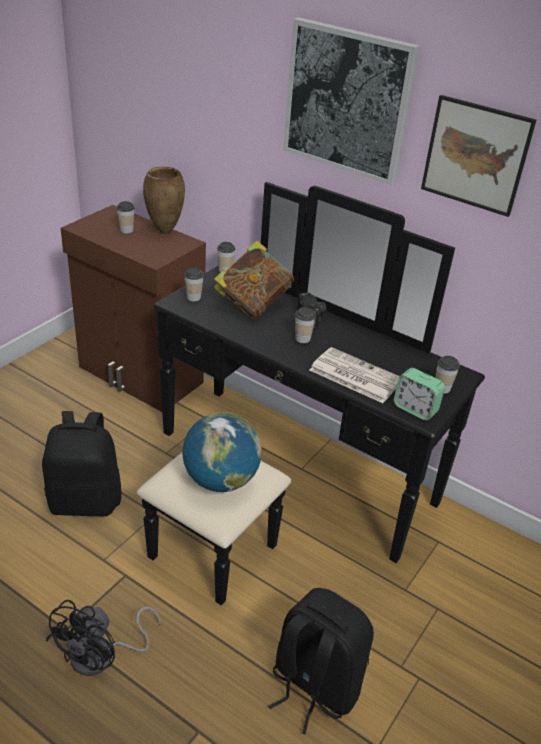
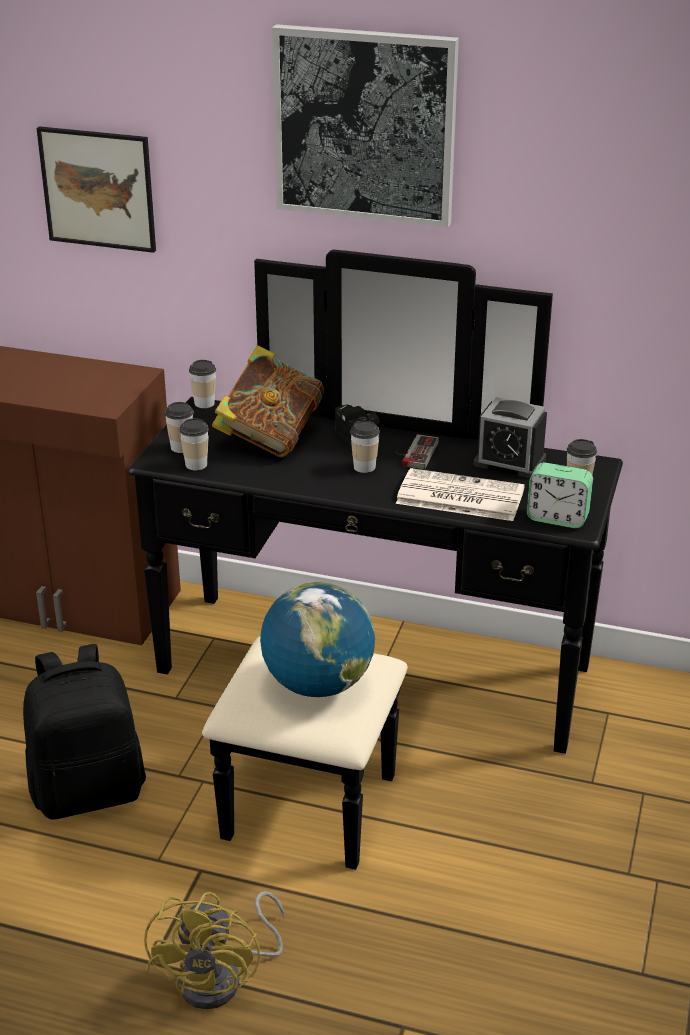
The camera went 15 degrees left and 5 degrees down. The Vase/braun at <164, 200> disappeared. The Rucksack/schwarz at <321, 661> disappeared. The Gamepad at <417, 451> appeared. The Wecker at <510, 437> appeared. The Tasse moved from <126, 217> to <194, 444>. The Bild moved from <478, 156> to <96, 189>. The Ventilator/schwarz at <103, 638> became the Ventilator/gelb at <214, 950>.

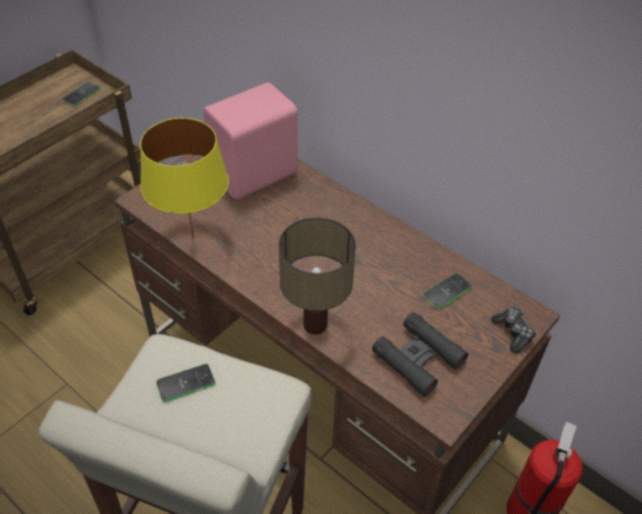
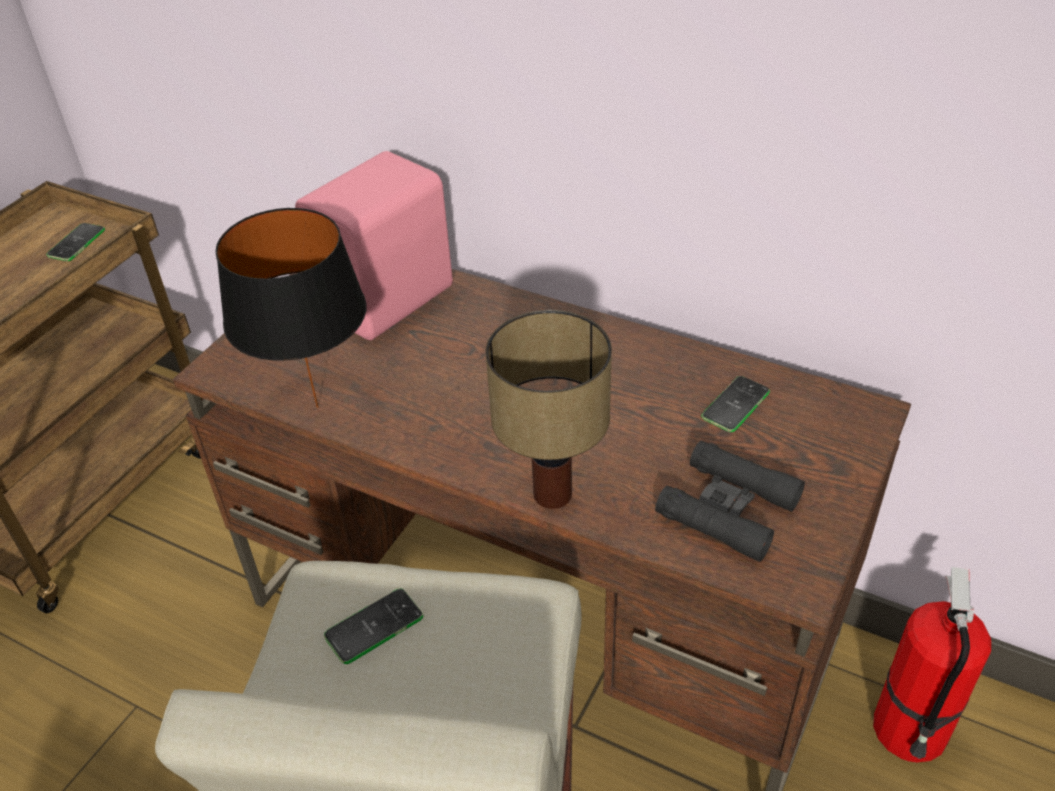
The camera went 10 degrees left and 5 degrees down. The Gamepad at <514, 330> disappeared. The Tischlampe/gelb at <184, 178> became the Tischlampe/schwarz at <291, 308>.

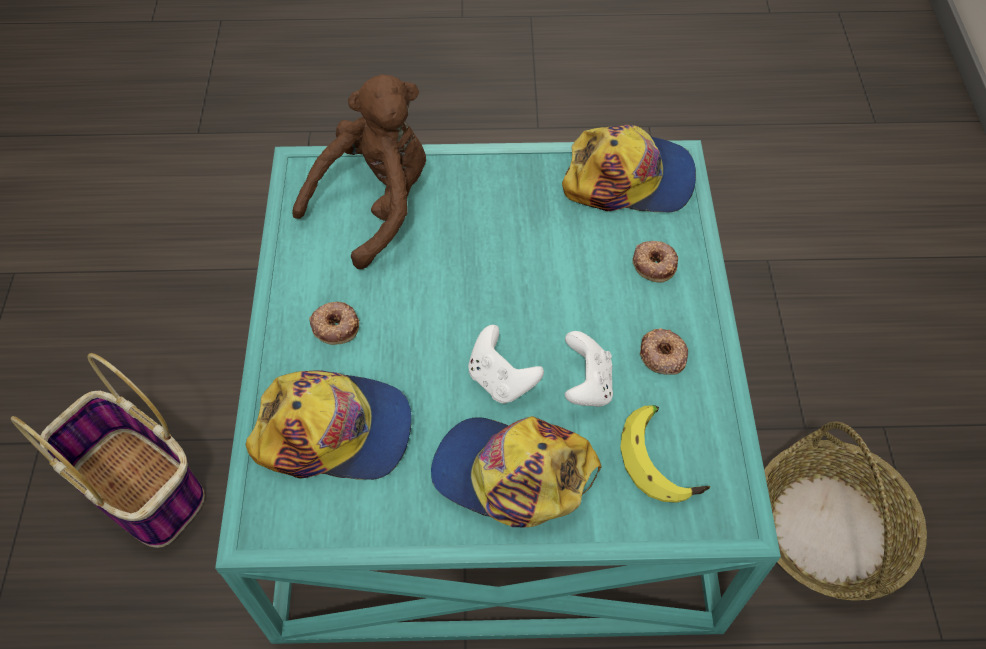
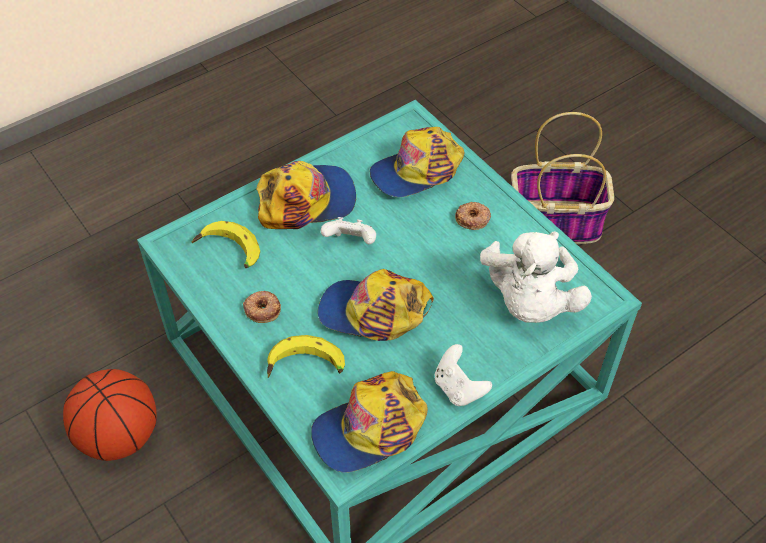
The camera went 145 degrees right and 5 degrees down. The Kappe at <376, 305> appeared. The Gamepad/weiß moved from <589, 369> to <463, 375>. The Donut at <655, 262> was replaced by the Banane at <306, 356>. The Korb at <845, 511> was replaced by the Basketball at <110, 415>. The Plüschtier/braun at <359, 171> became the Plüschtier/weiß at <536, 277>.

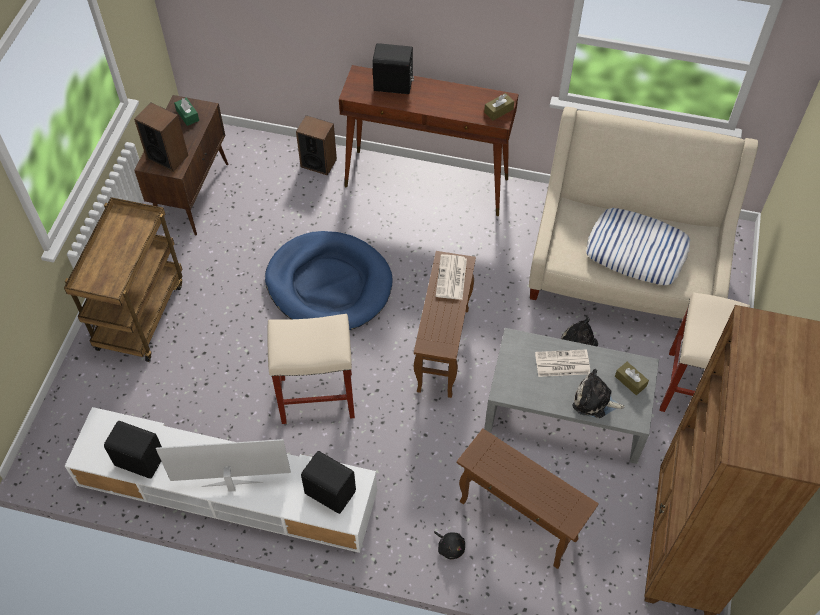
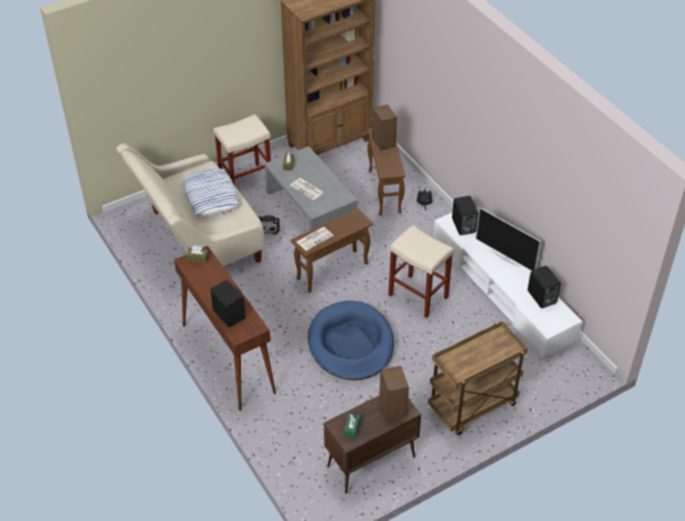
The camera went 135 degrees left and 10 degrees down. The Plüschtier at <599, 393> disappeared. The Lautsprecher moved from <316, 145> to <384, 127>.

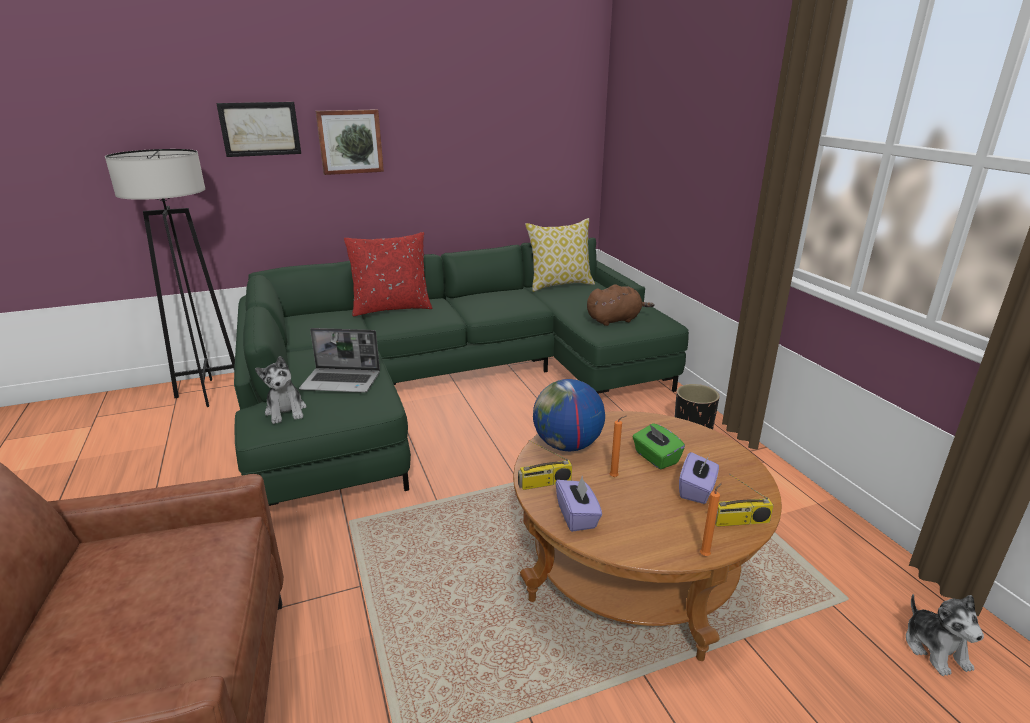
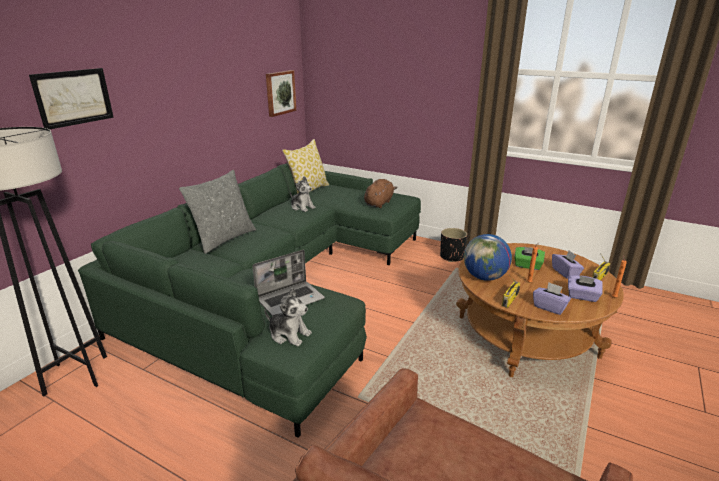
The camera went 40 degrees left and 0 degrees up. The Taschentuchbox/lila at <585, 288> appeared. The Bild moved from <350, 142> to <281, 93>. The Plüschtier moved from <945, 635> to <302, 194>. The Kissen/rot at <388, 274> became the Kissen/grau at <217, 212>.

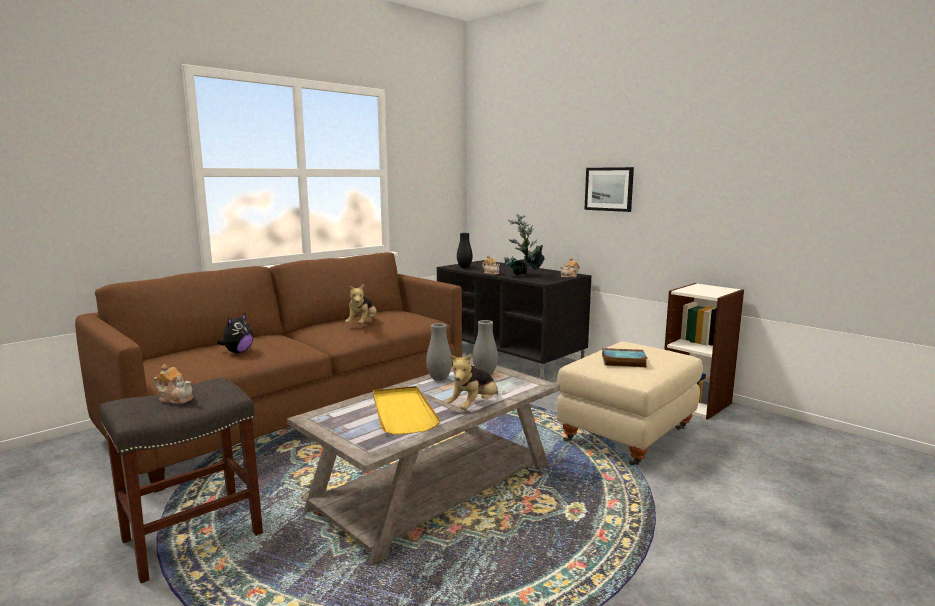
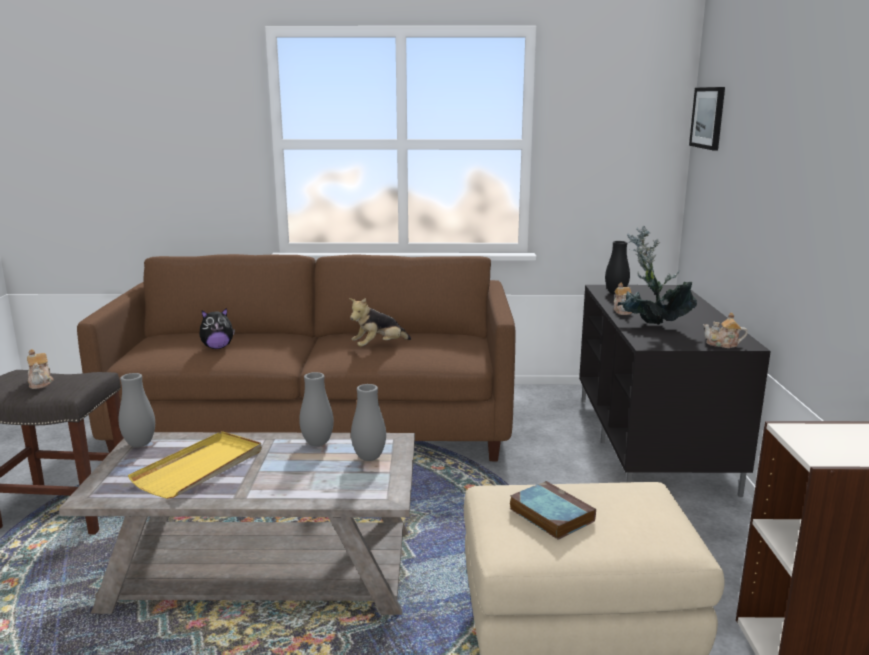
The camera went 45 degrees right and 5 degrees up. The Plüschtier at <472, 382> disappeared. The Vase/grau at <137, 410> appeared. The Bild moved from <609, 189> to <707, 118>.

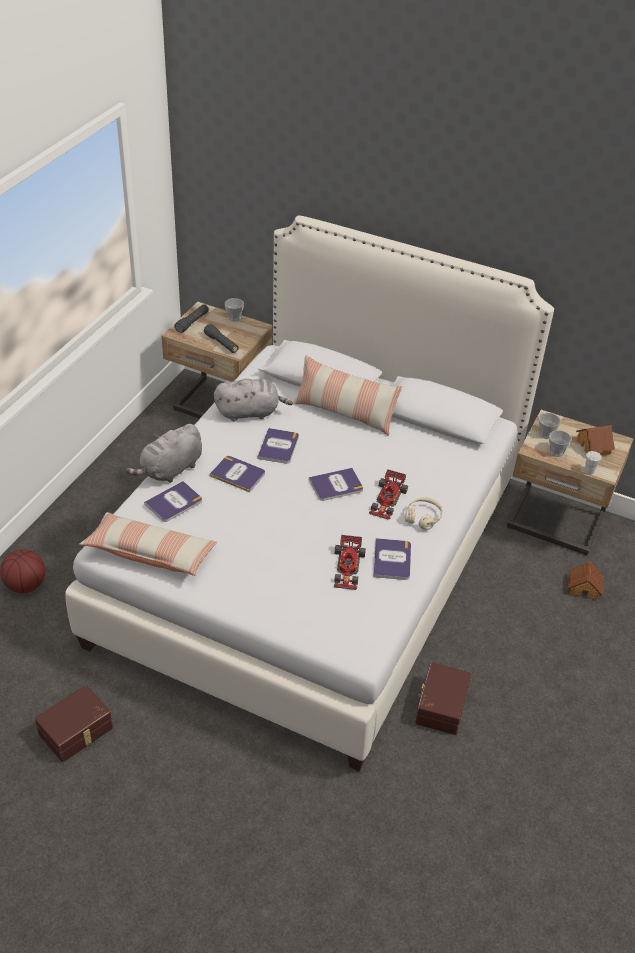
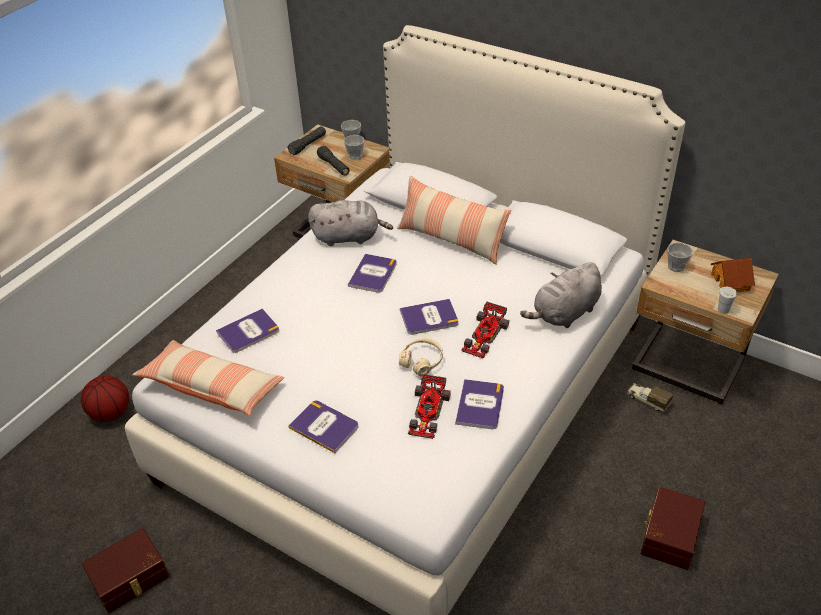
The camera went 10 degrees right and 0 degrees up. The Spielzeughaus at <586, 580> disappeared. The Spielzeuglaster at <650, 397> appeared. The Plüschtier/grau moved from <164, 453> to <561, 295>. The Buch moved from <237, 474> to <323, 427>. The Kopfhörer/beige moved from <423, 513> to <421, 357>. The Aufbewahrungsbox/braun moved from <443, 698> to <672, 528>. The Tasse moved from <560, 443> to <354, 147>.

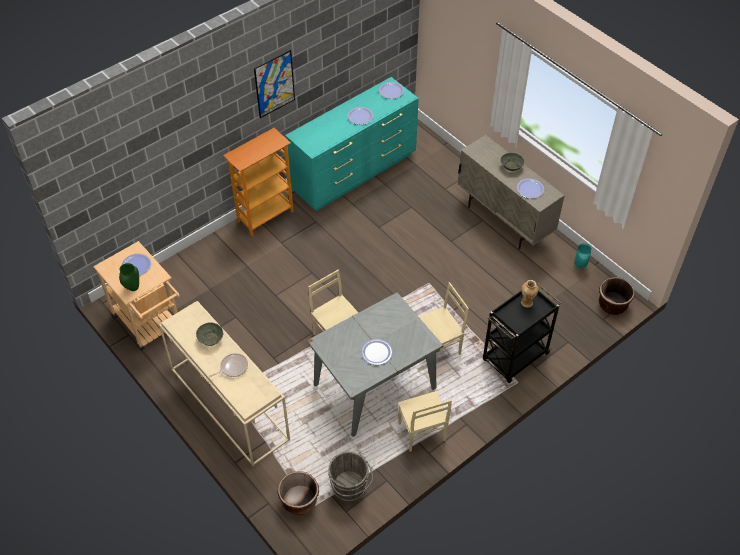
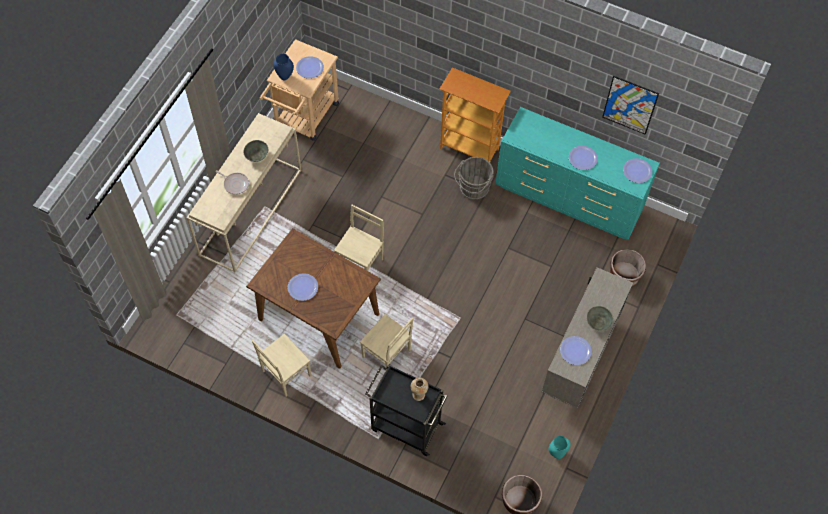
The camera went 65 degrees right and 10 degrees up. The Bild moved from <274, 84> to <630, 105>. The Pflanzkübel/braun moved from <298, 493> to <628, 267>. The Eimer/grau moved from <350, 476> to <474, 178>. The Vase/grün at <129, 277> became the Vase/blau at <283, 67>. The Esstisch/grau at <375, 364> became the Esstisch/braun at <313, 298>.

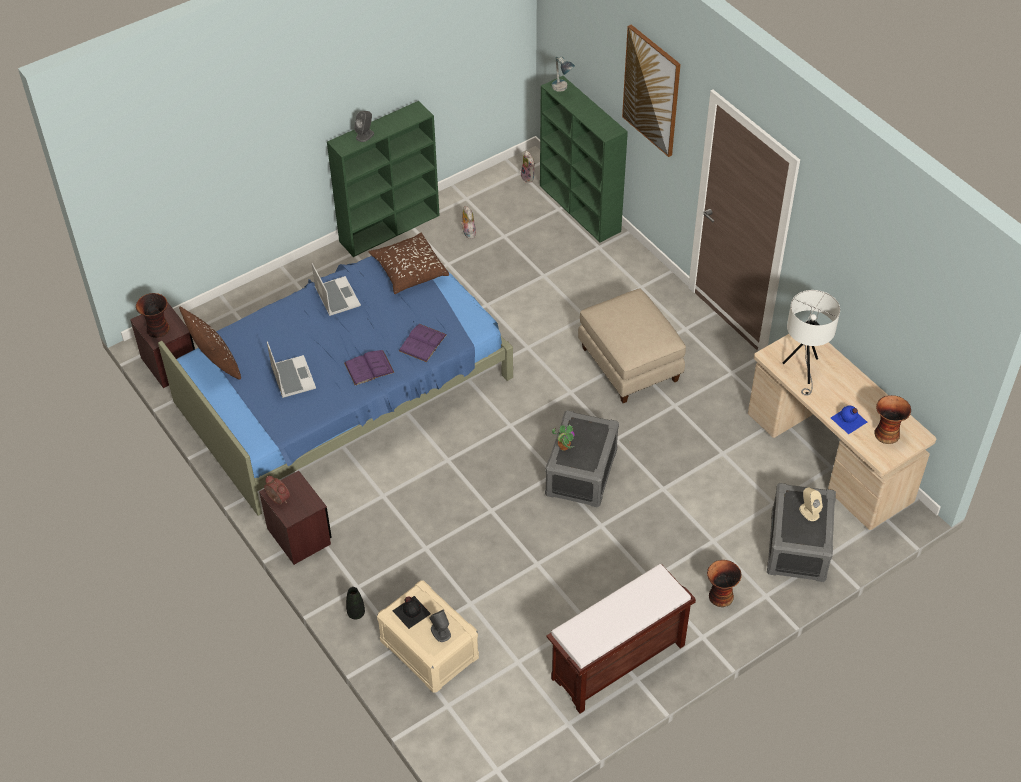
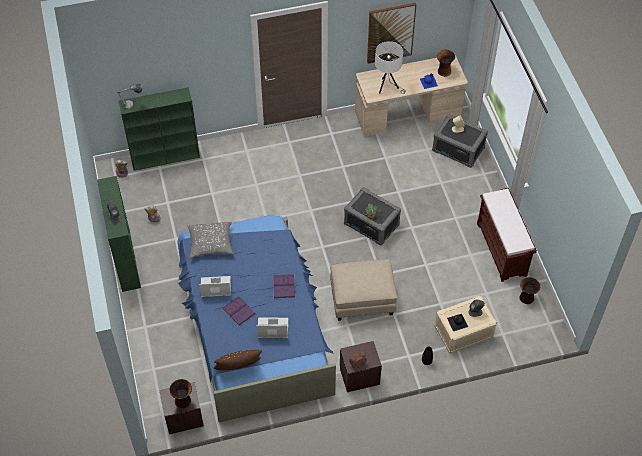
The camera went 70 degrees left and 5 degrees up. The Buch/lila moved from <423, 343> to <238, 311>. The Polsterhocker/beige moved from <632, 345> to <363, 290>. The Bild moved from <651, 90> to <391, 33>. The Vase moved from <724, 583> to <530, 290>. The Kissen/braun at <409, 263> became the Kissen/grau at <210, 240>.

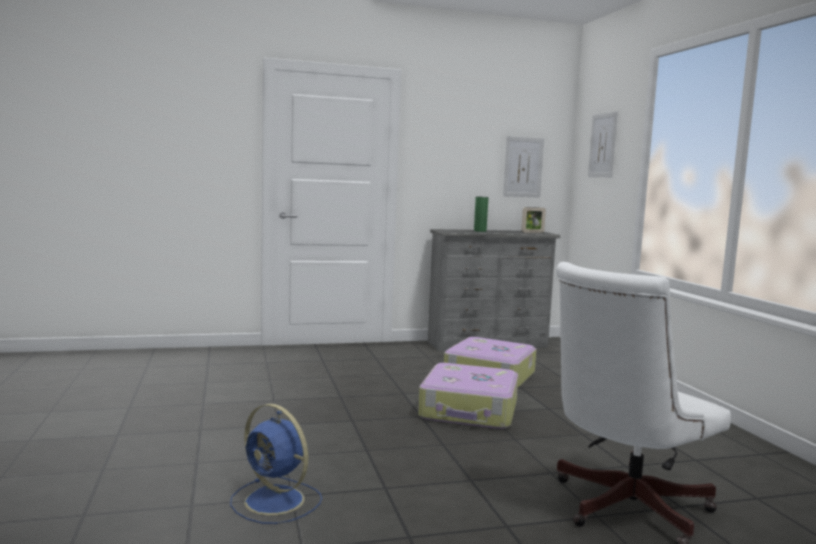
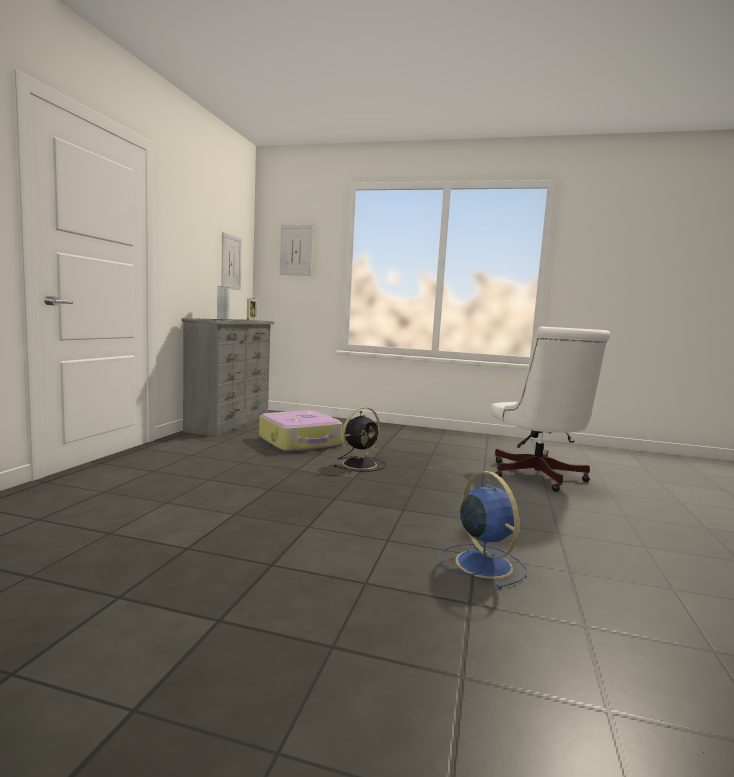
The camera went 60 degrees left and 0 degrees up. The Koffer at <468, 396> was replaced by the Ventilator/schwarz at <359, 439>. The Vase/grün at <481, 214> became the Vase/grau at <223, 303>. The Ventilator/blau at <276, 464> turned 90 degrees counterclockwise.

